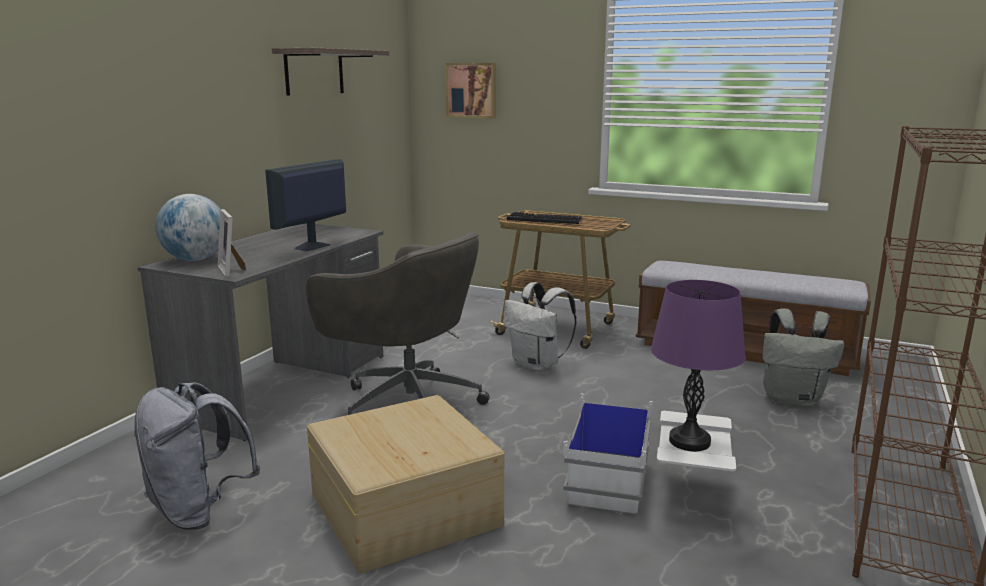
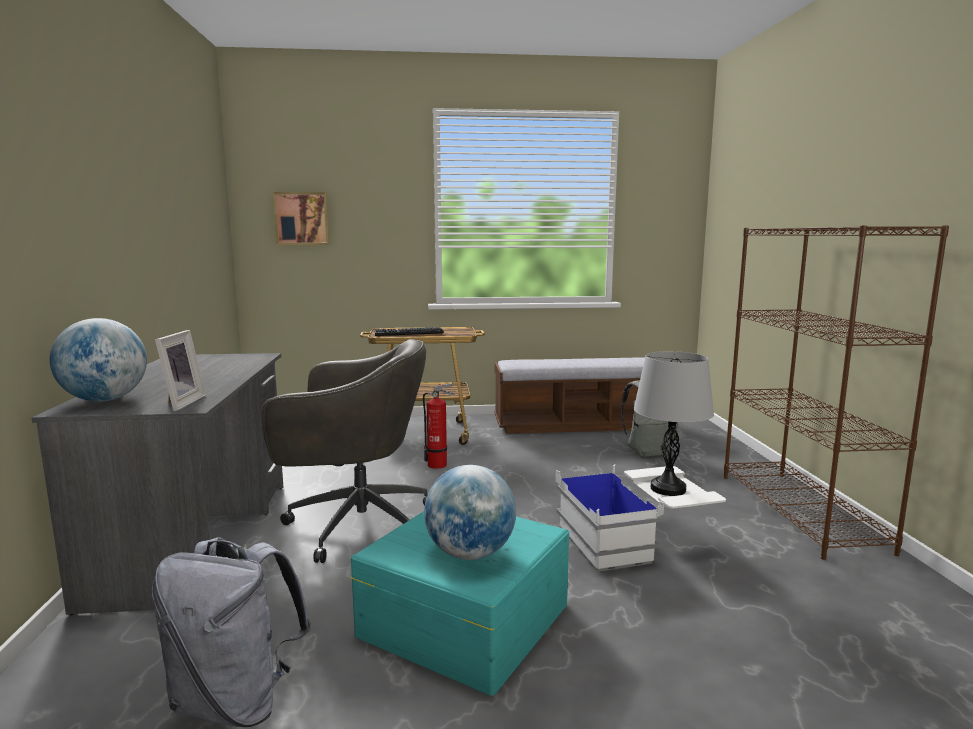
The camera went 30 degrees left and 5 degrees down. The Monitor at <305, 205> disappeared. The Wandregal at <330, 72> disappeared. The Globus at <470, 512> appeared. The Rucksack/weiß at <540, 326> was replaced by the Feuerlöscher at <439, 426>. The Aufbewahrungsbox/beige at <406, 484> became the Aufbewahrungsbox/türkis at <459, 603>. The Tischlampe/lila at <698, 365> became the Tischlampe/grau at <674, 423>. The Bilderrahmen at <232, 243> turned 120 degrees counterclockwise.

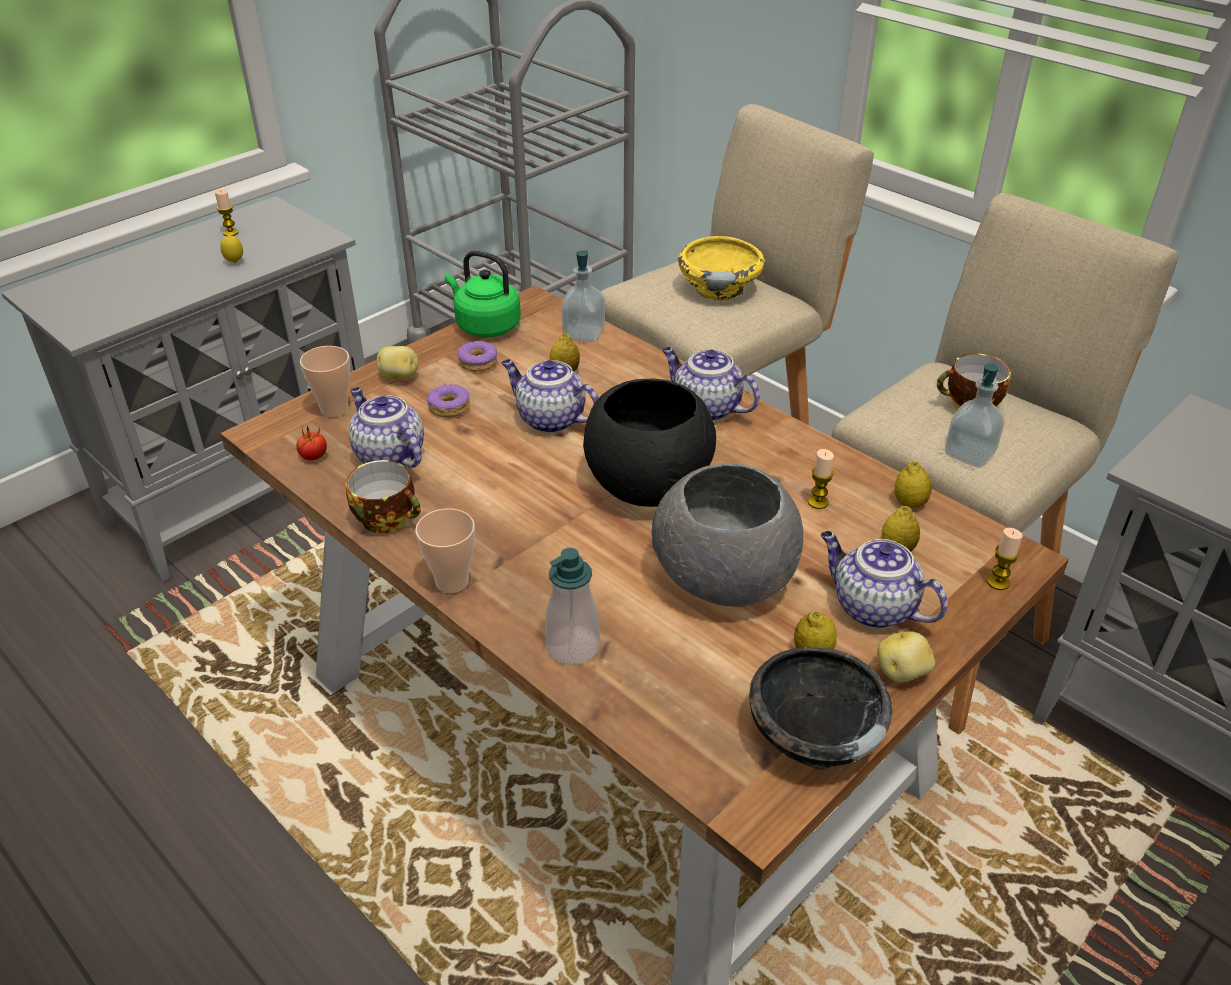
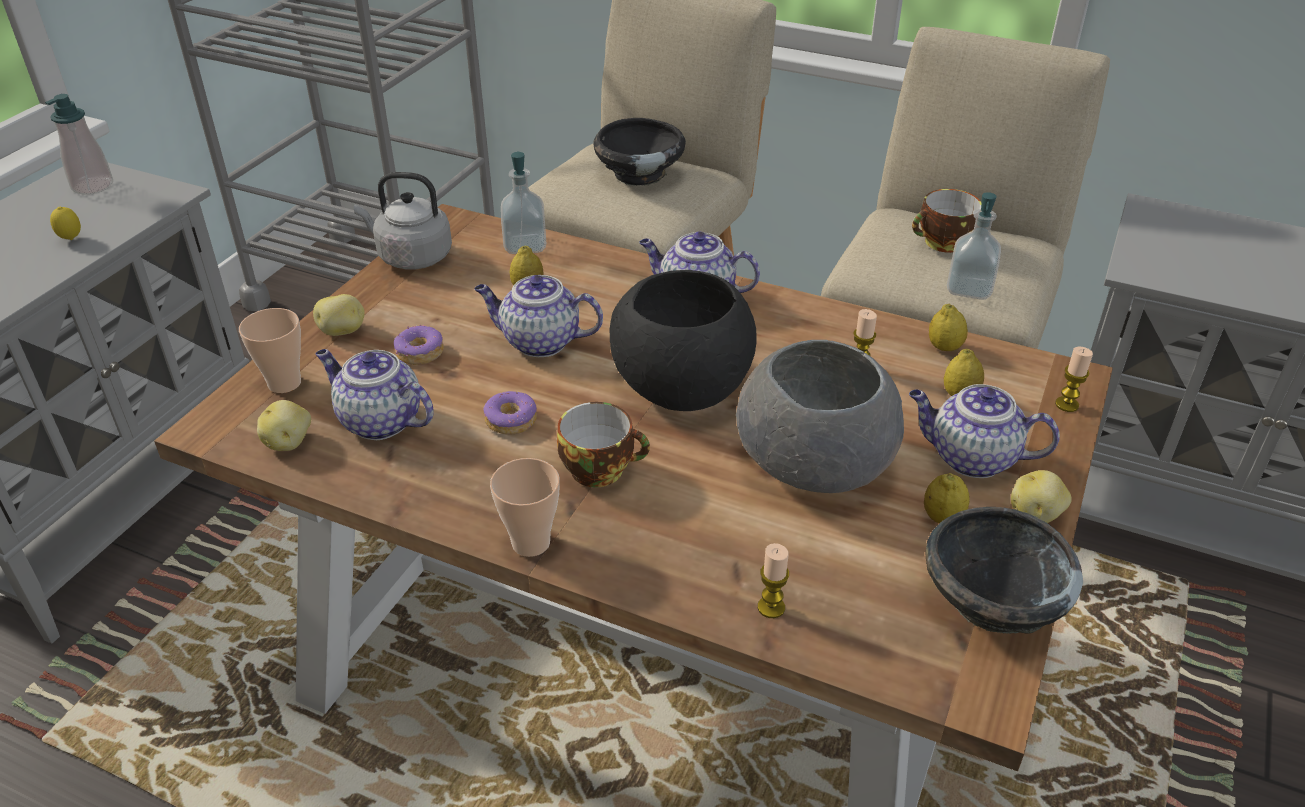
The camera went 20 degrees left and 0 degrees up. The Kerze moved from <226, 212> to <773, 580>. The Tasse moved from <383, 497> to <603, 444>. The Donut moved from <477, 356> to <510, 412>. The Seifenspender moved from <572, 606> to <79, 144>. The Tomate at <312, 443> was replaced by the Kartoffel at <284, 425>. The Wasserkessel/grün at <483, 293> became the Wasserkessel/grau at <403, 221>. The Schüssel/gelb at <721, 268> became the Schüssel/schwarz at <639, 152>.

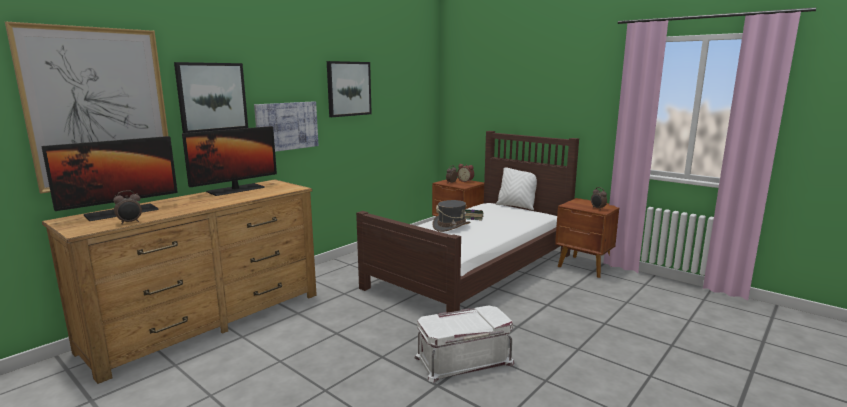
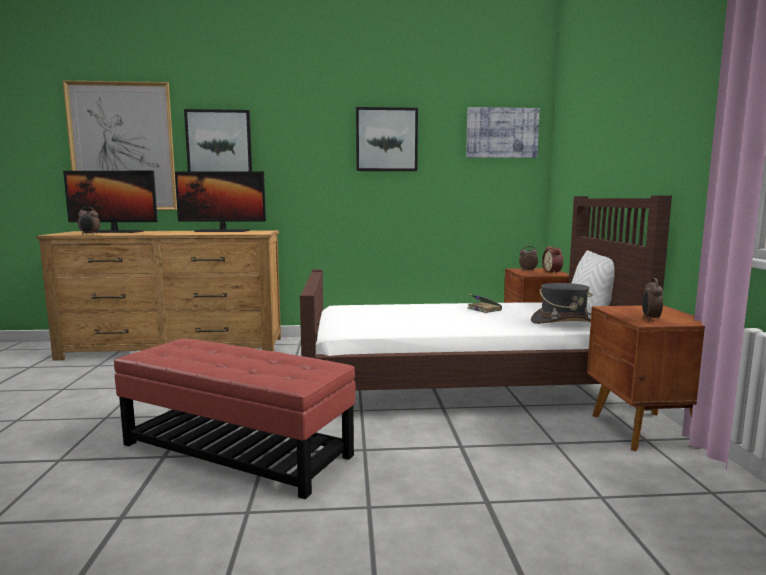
The camera went 45 degrees right and 5 degrees down. The Bild moved from <286, 126> to <503, 132>. The Hut/grau moved from <451, 216> to <562, 303>. The Aufbewahrungsbox/weiß at <464, 344> was replaced by the Polsterhocker/rot at <234, 418>.

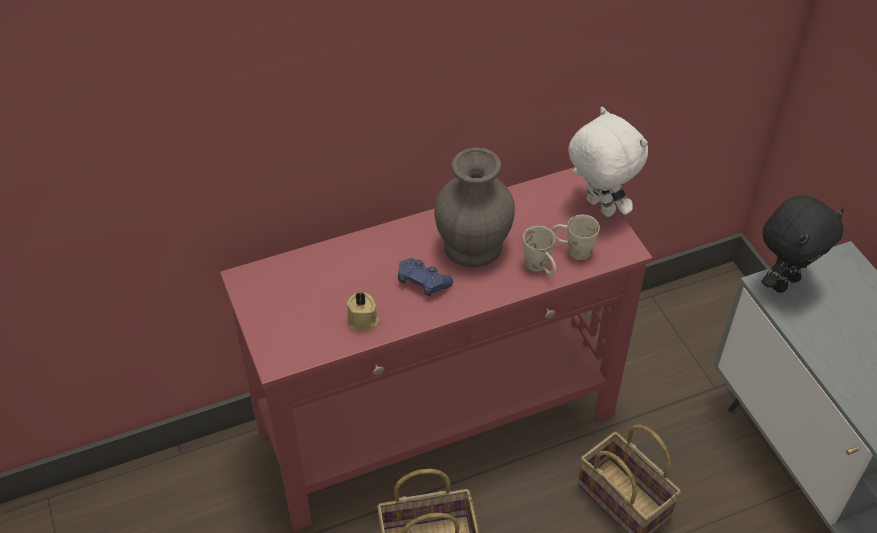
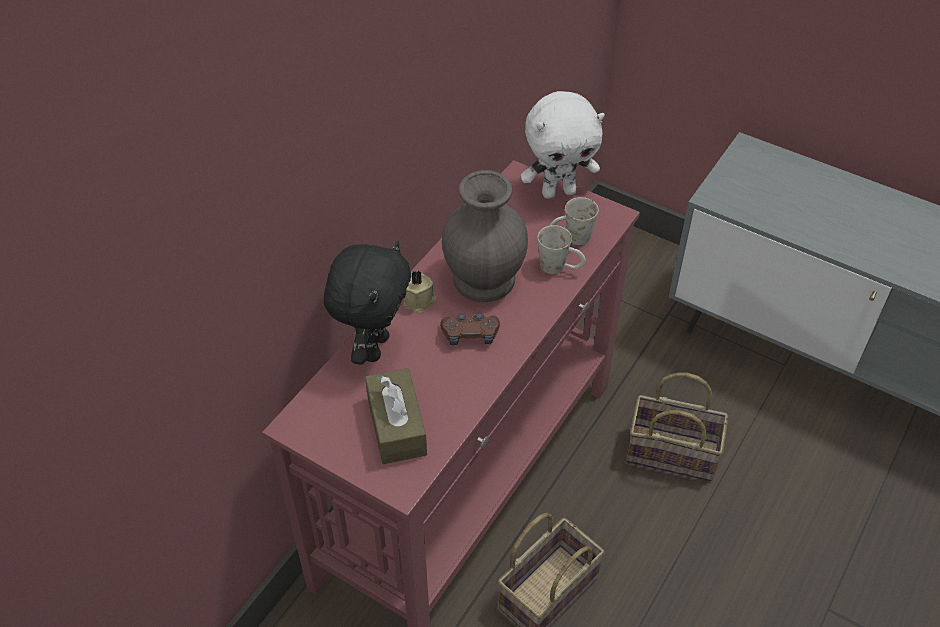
The camera went 35 degrees left and 0 degrees up. The Taschentuchbox/braun at <396, 416> appeared. The Kerze/beige moved from <363, 311> to <419, 292>. The Plüschtier/schwarz moved from <803, 244> to <367, 303>. The Gamepad/blau at <425, 277> became the Gamepad/braun at <470, 329>. The Plüschtier/weiß at <608, 162> turned 150 degrees clockwise.

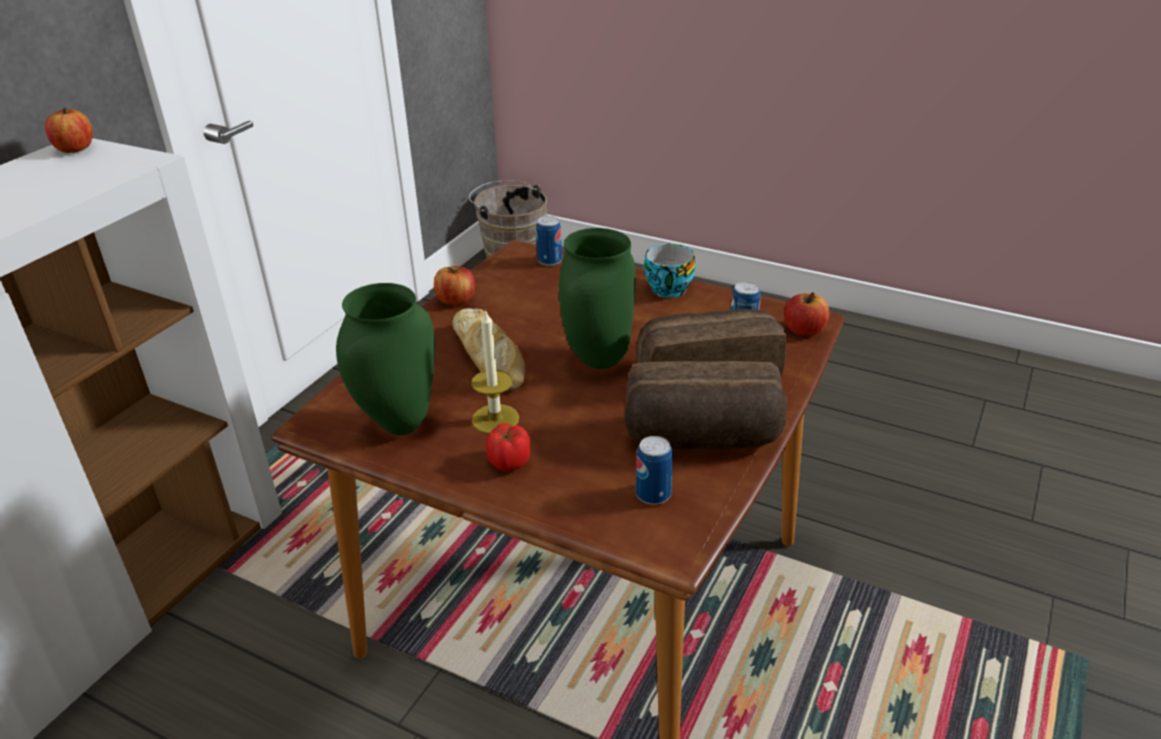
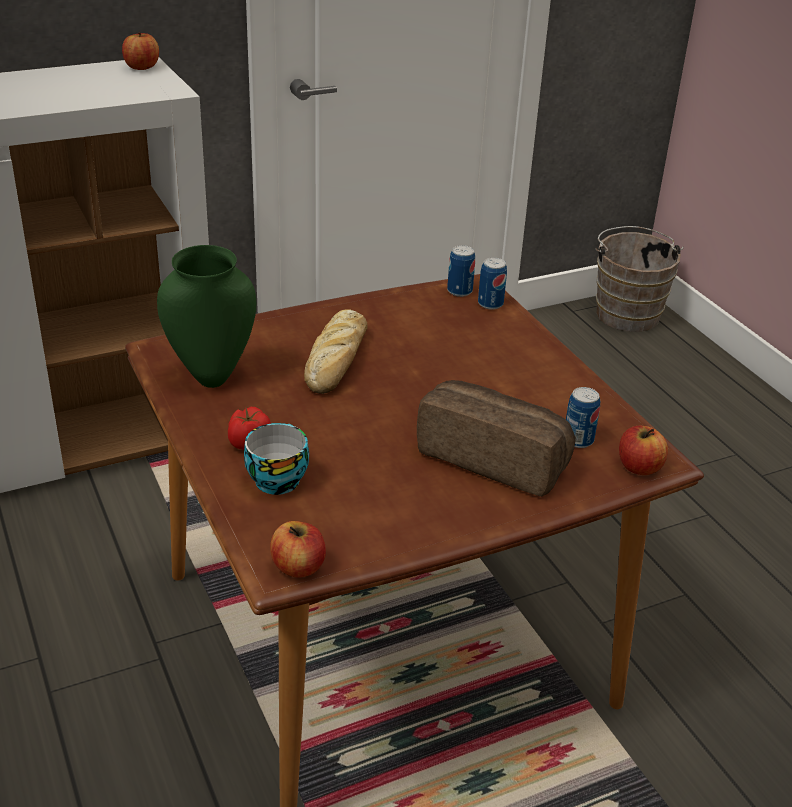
The camera went 35 degrees right and 0 degrees up. The Kerze at <495, 371> disappeared. The Vase/grün at <597, 298> disappeared. The Brot at <705, 405> disappeared. The Apfel moved from <454, 285> to <298, 549>. The Dose moved from <654, 470> to <461, 271>. The Tasse moved from <669, 270> to <276, 459>.

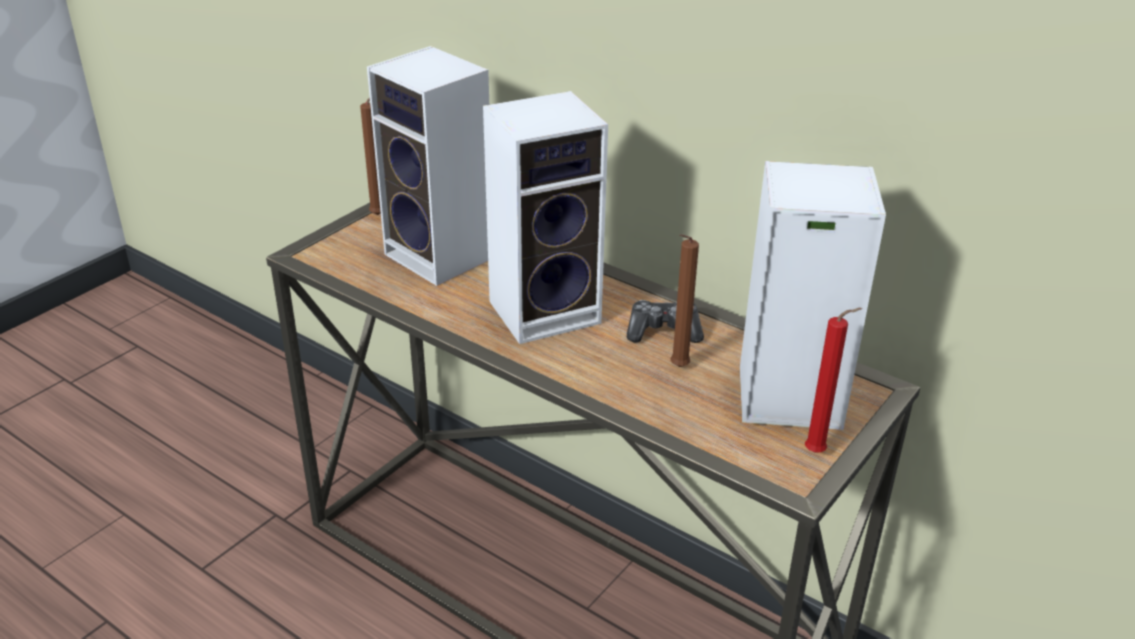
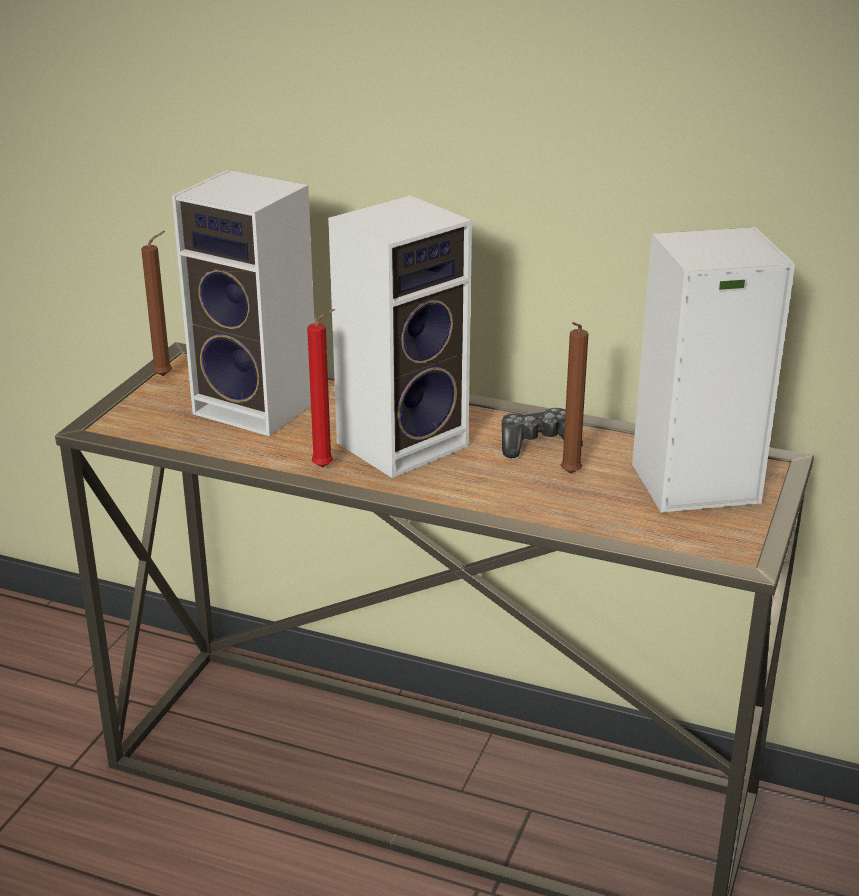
The camera went 15 degrees left and 5 degrees down. The Kerze/rot moved from <833, 380> to <321, 388>.

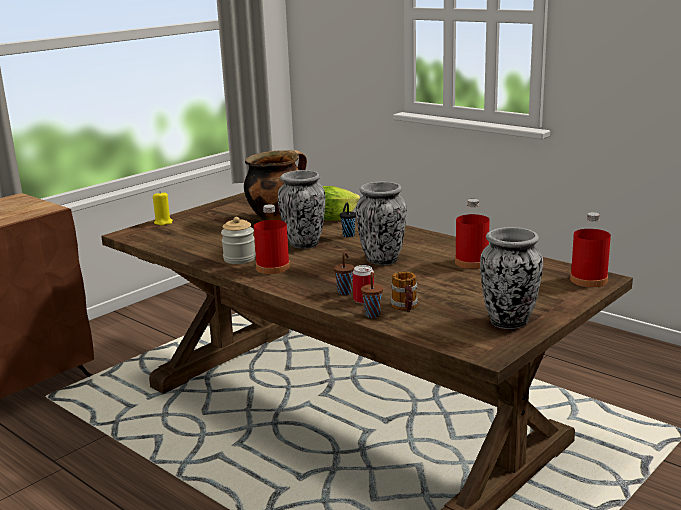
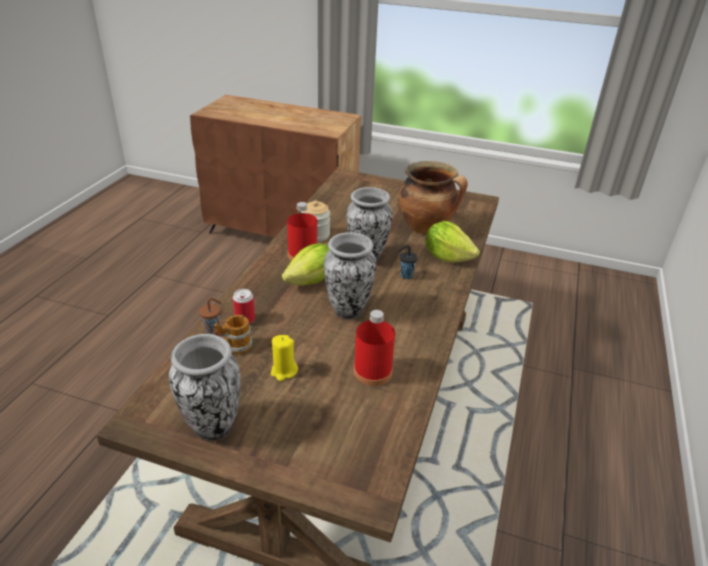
The camera went 65 degrees right and 15 degrees up. The Tasse/braun at <344, 273> disappeared. The Flasche/rot at <590, 249> disappeared. The Salatkopf at <305, 264> appeared. The Kerze/gelb moved from <163, 209> to <284, 358>.

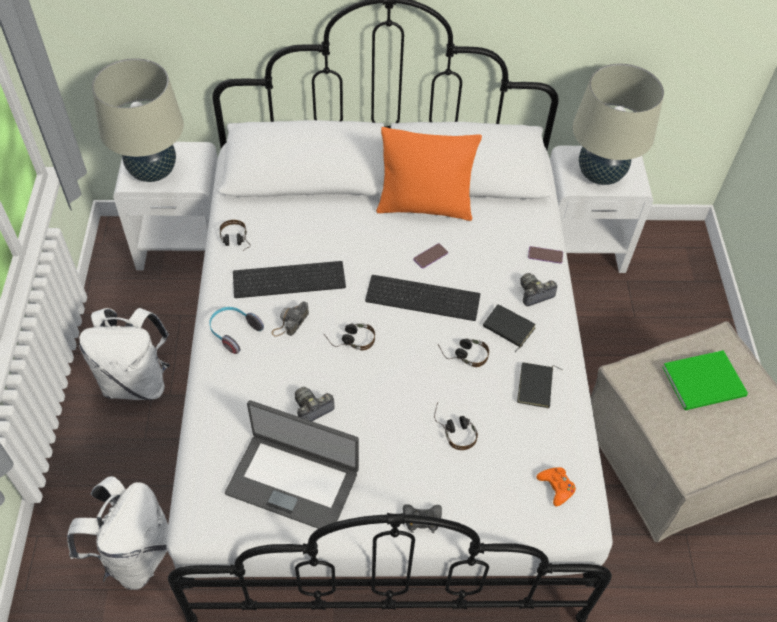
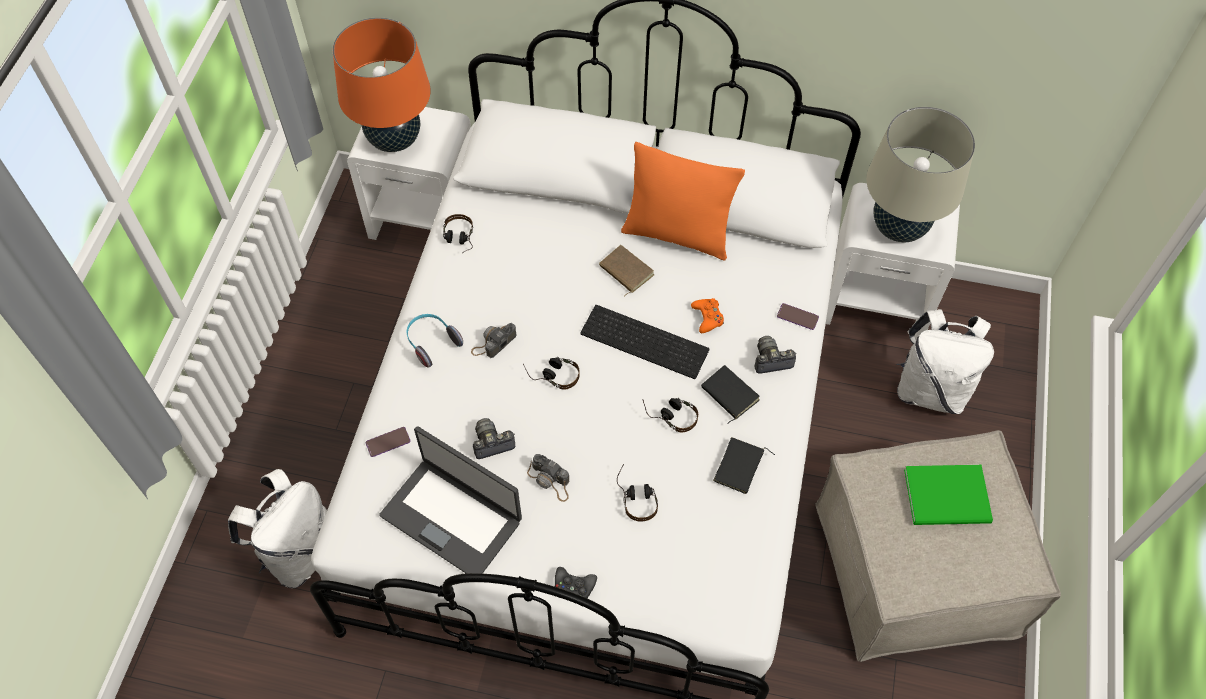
The camera went 15 degrees right and 5 degrees up. The Tastatur at <289, 279> disappeared. The Kamera at <548, 478> appeared. The Buch/braun at <626, 271> appeared. The Rucksack/weiß moved from <124, 354> to <945, 361>. The Handy moved from <430, 255> to <388, 442>. The Gamepad/orange moved from <556, 487> to <707, 315>. The Tischlampe/beige at <138, 120> became the Tischlampe/orange at <382, 84>.

